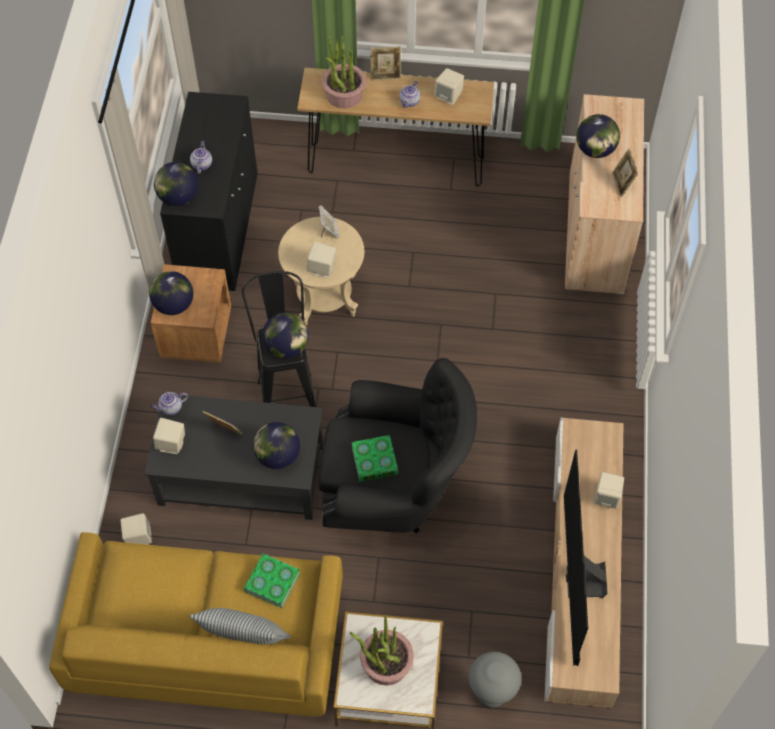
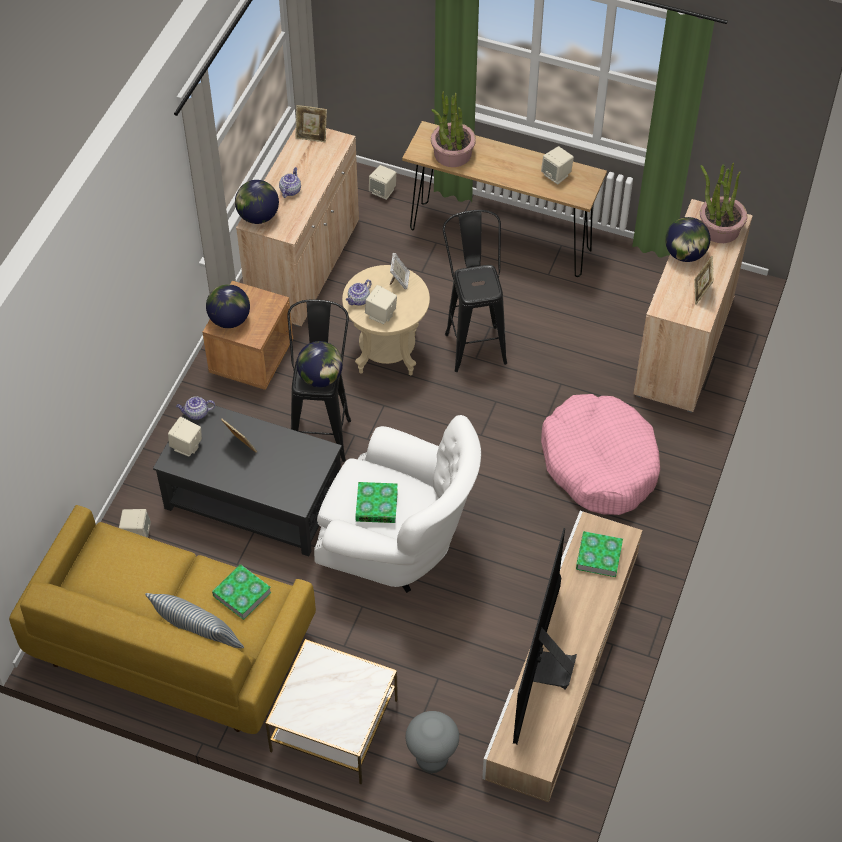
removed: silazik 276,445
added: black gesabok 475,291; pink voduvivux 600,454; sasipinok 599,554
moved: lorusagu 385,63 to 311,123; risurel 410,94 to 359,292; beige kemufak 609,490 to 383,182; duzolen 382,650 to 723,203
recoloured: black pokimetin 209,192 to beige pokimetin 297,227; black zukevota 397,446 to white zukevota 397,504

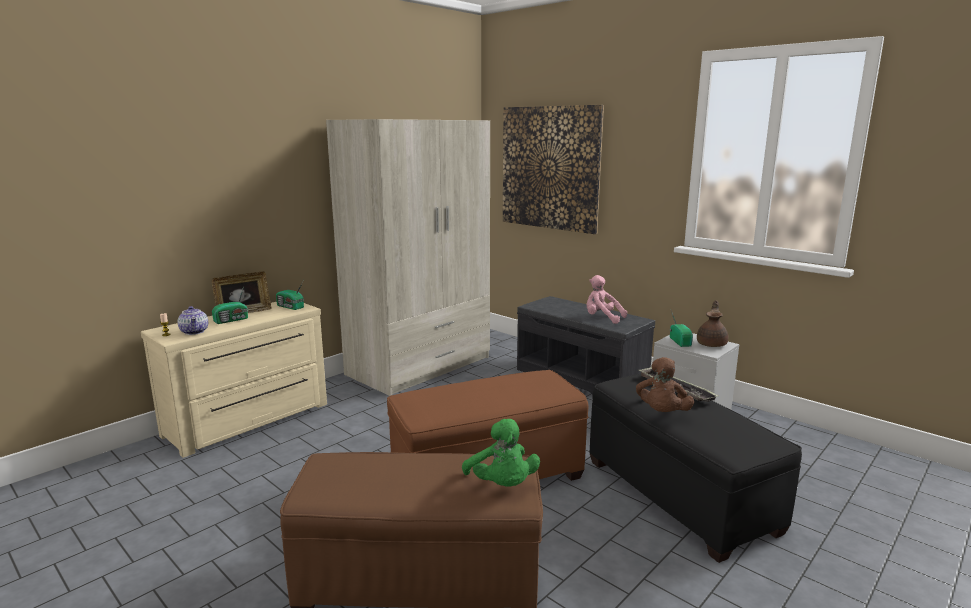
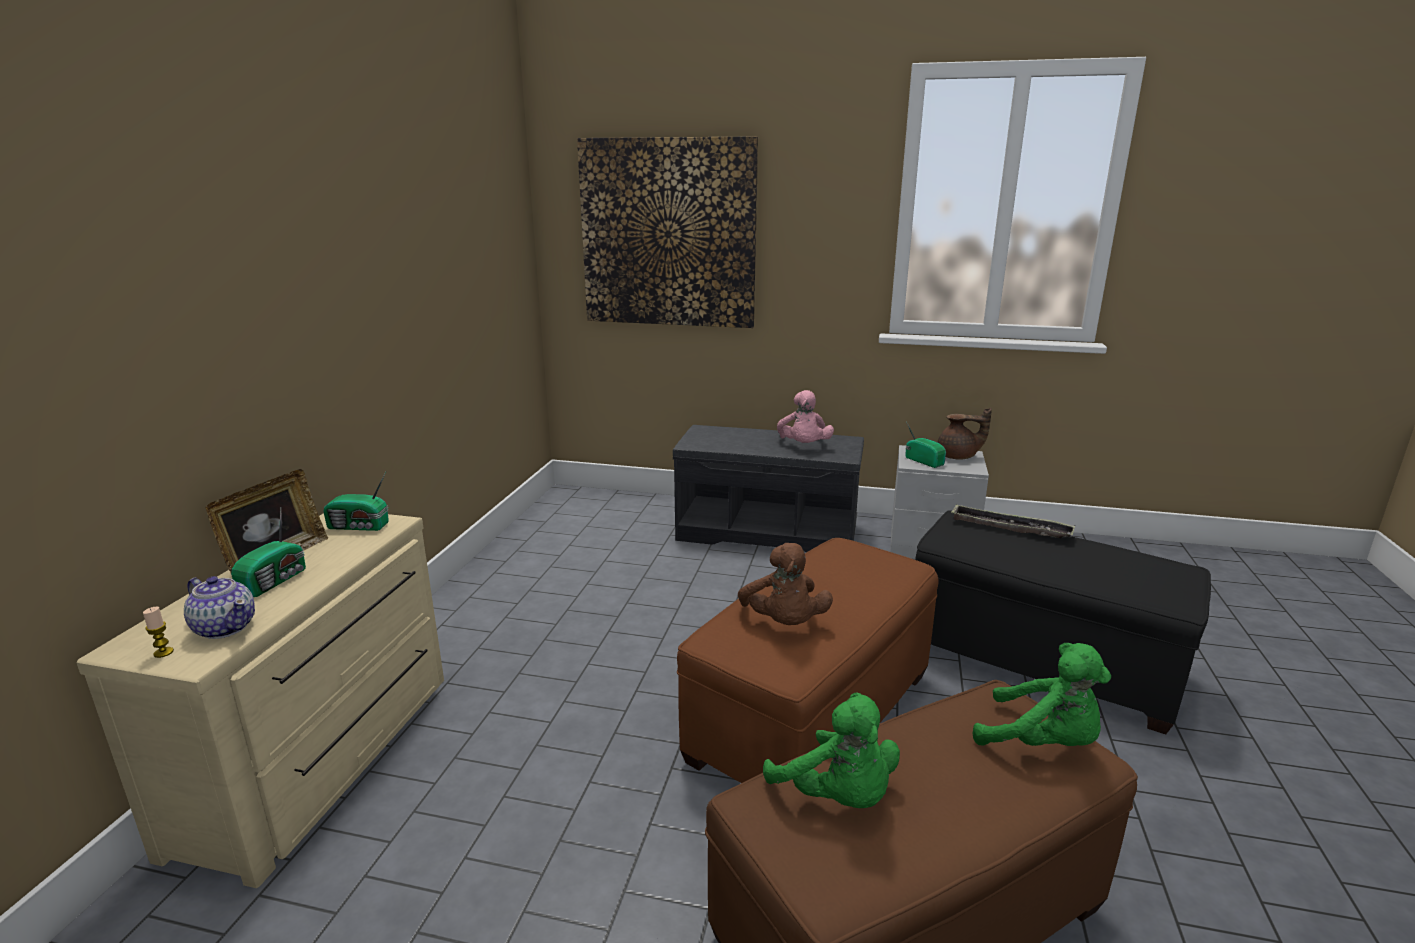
removed: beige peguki 408,257
added: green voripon 831,750
moved: brown voripon 665,384 to 785,584
turned: pink voripon 607,299 = 805,416 90 degrees counterclockwise; brown risurel 712,323 = 964,434 105 degrees clockwise

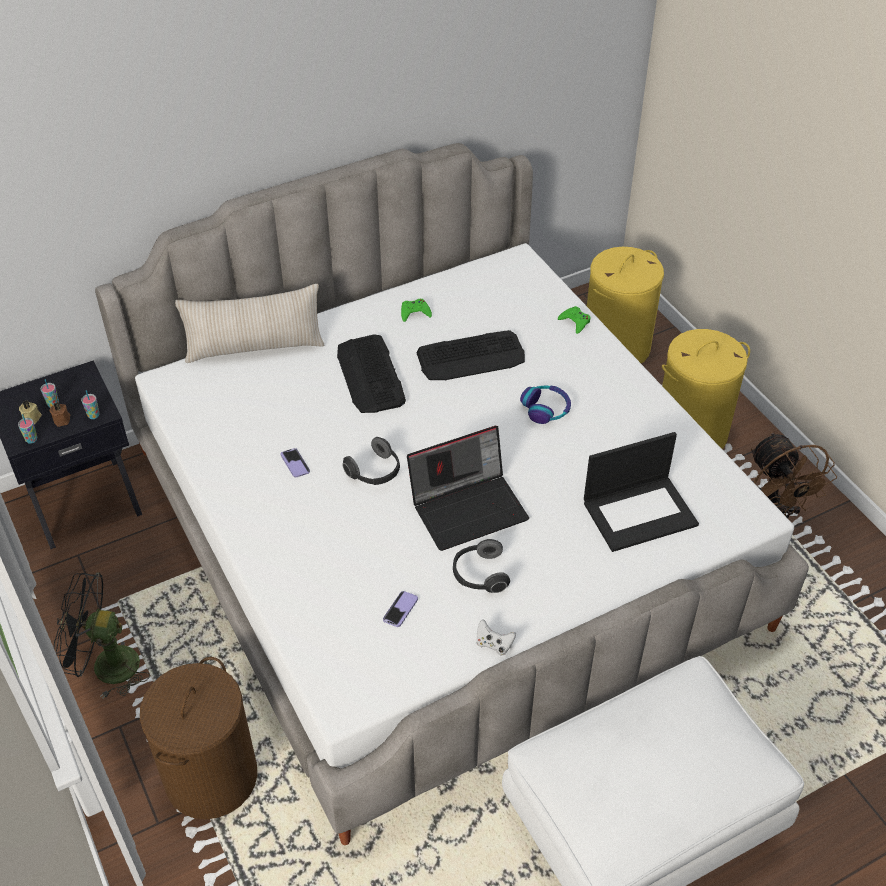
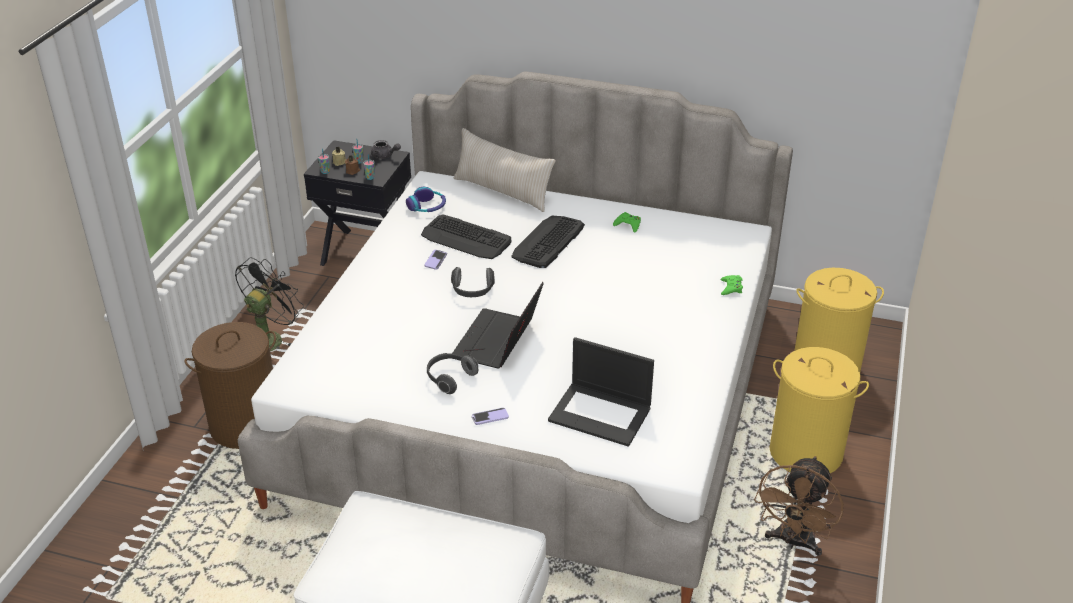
removed: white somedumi 496,637
added: grey risurel 386,149
moved: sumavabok 471,355 to 466,237; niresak 545,405 to 426,199; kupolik 400,609 to 490,416
turned: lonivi 468,488 = 498,325 90 degrees clockwise; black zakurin 102,635 = 269,304 75 degrees clockwise

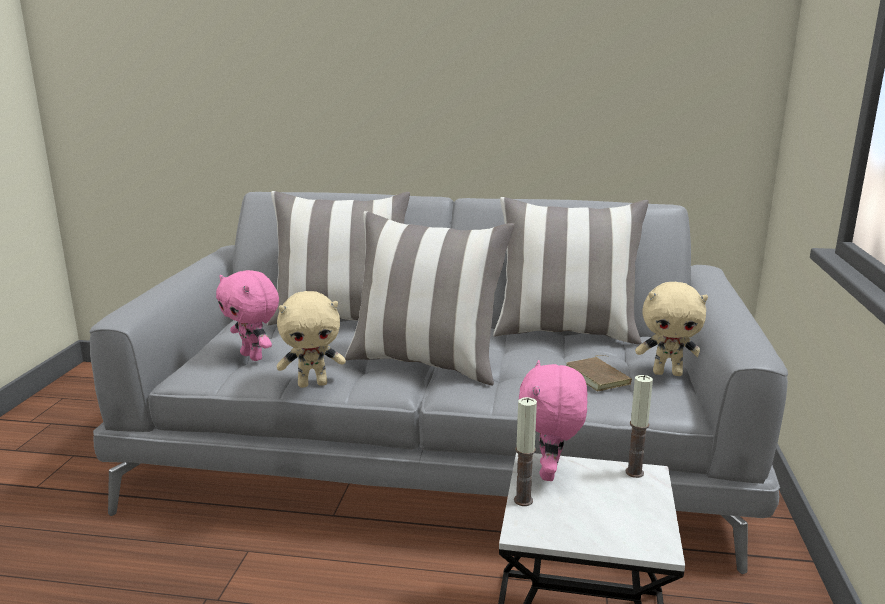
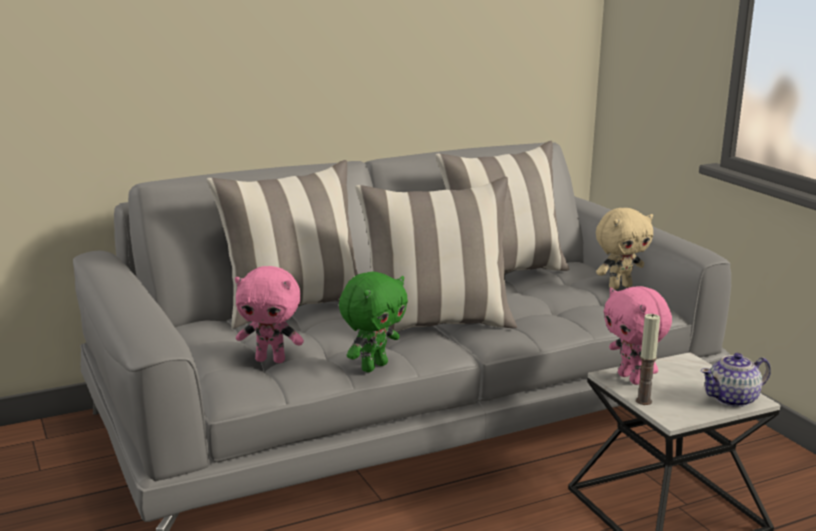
removed: brown sasipinok 599,373; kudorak 639,426
added: risurel 736,380
recoloured: beige voripon 311,339 to green voripon 373,322

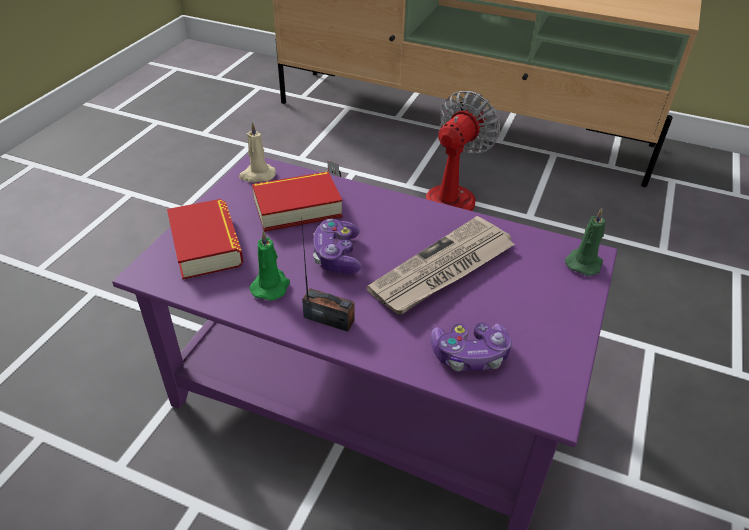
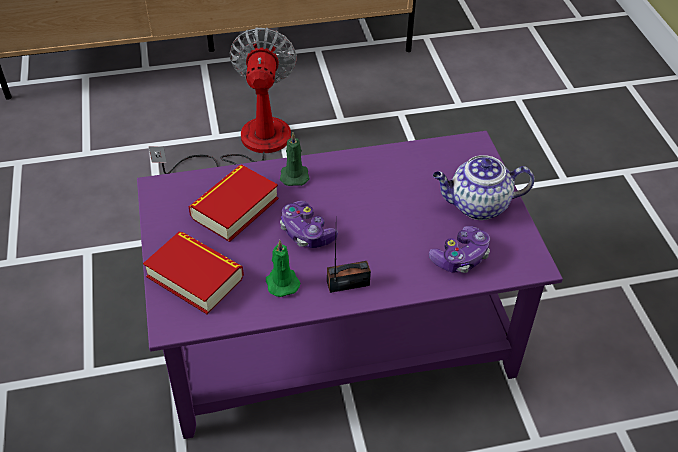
removed: beige kudorak 257,152; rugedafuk 440,265
added: risurel 483,187
moved: green kudorak 585,242 to 295,159

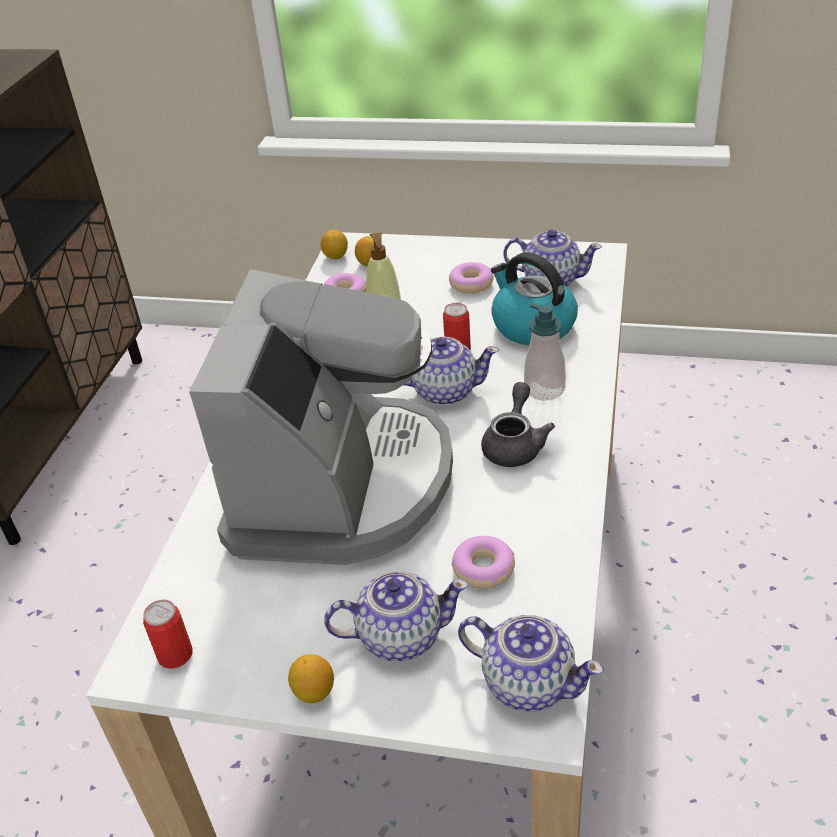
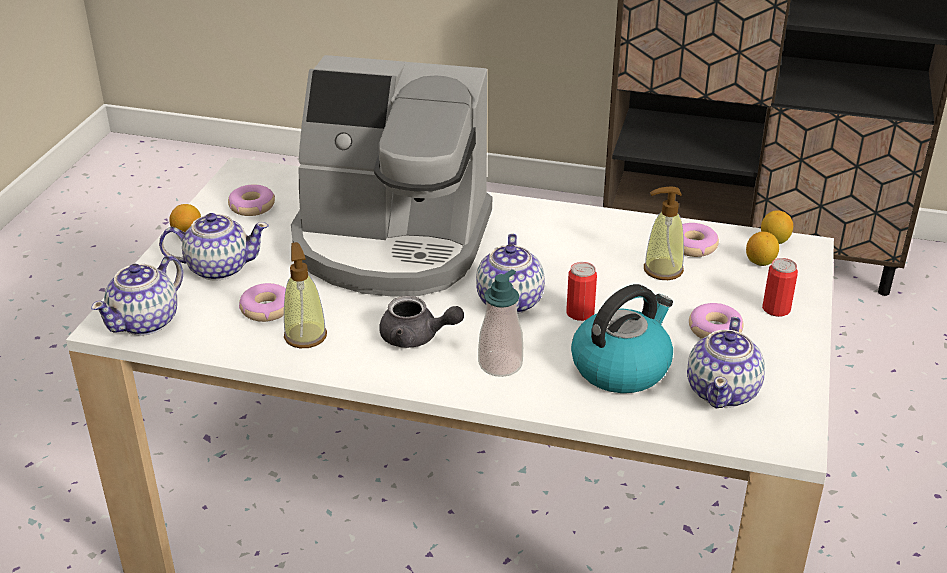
added: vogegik 251,200; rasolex 305,295
moved: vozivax 167,634 to 780,287
turned: risurel 396,616 = 214,247 90 degrees counterclockwise

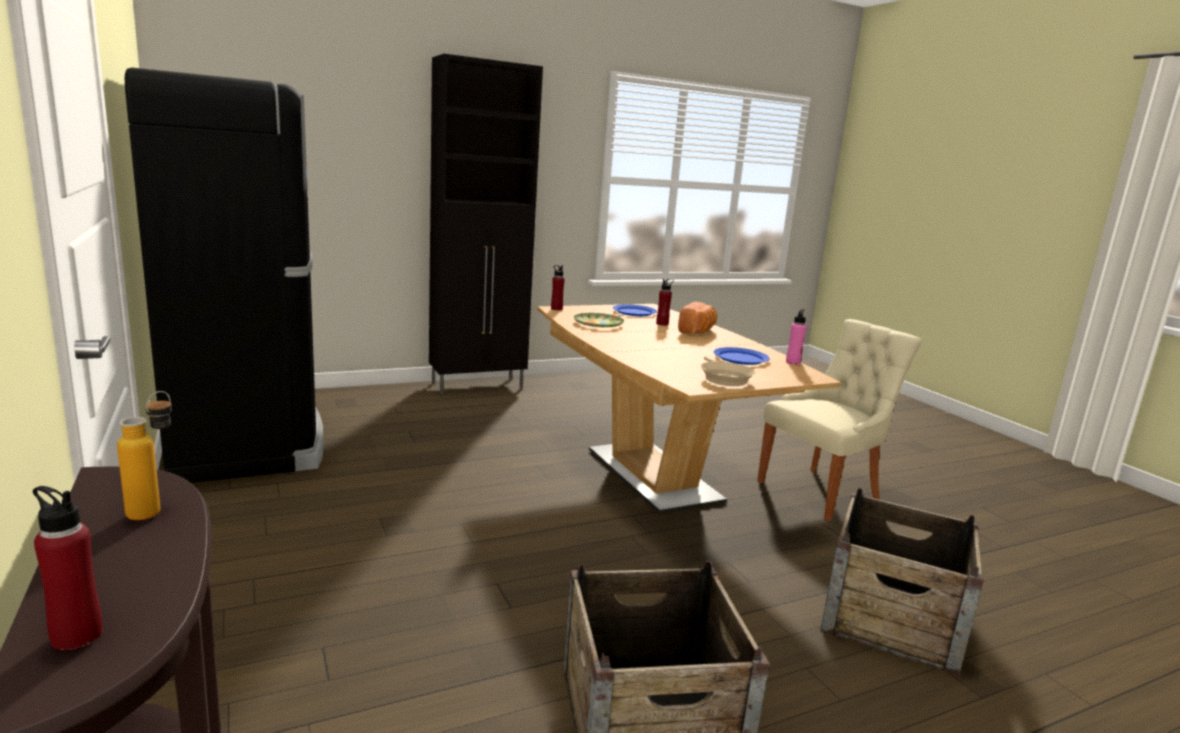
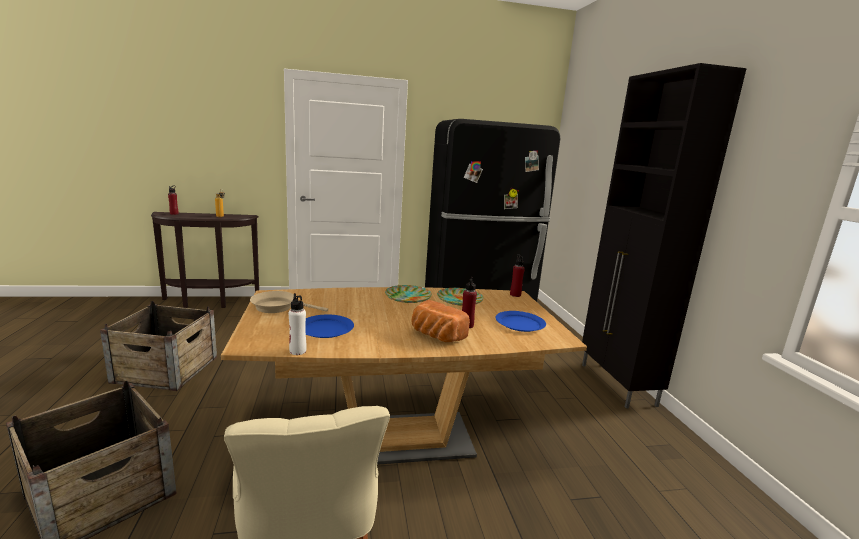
added: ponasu 408,294
recoloured: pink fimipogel 796,337 to white fimipogel 298,324

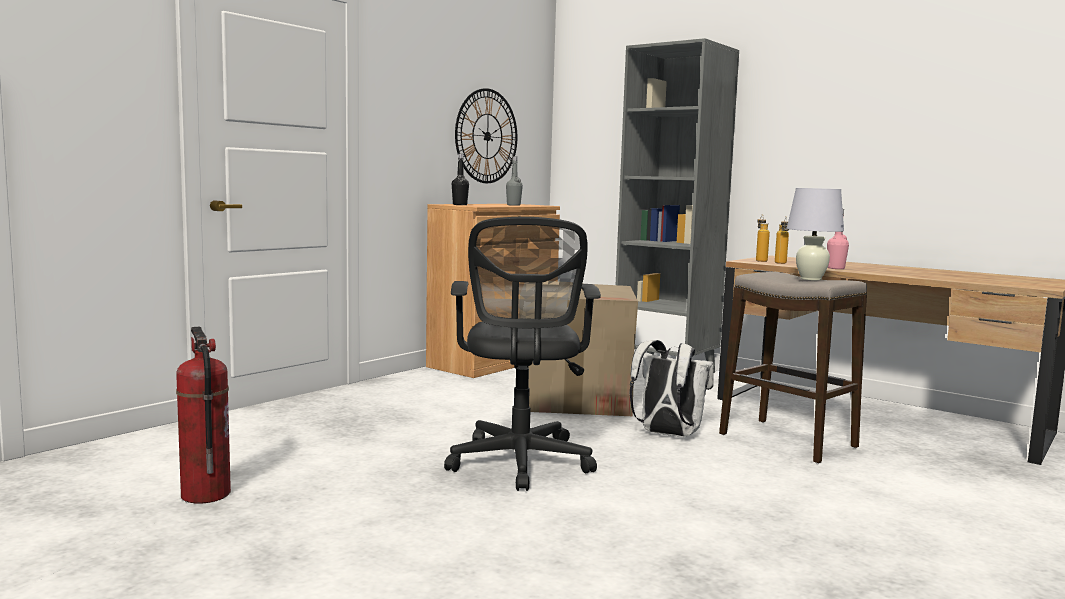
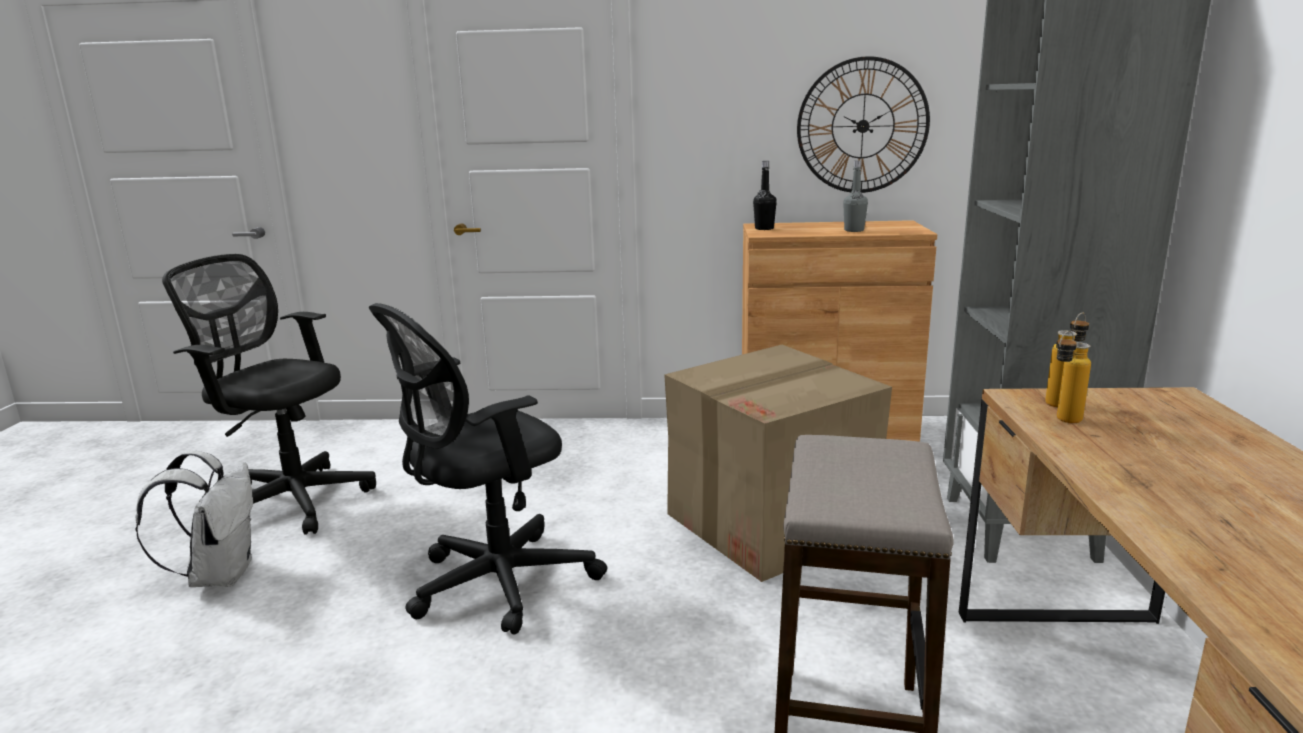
removed: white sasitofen 815,234; pink fimipogel 838,239
moved: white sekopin 672,388 to 194,519
replaced: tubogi 203,415 to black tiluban 269,394

